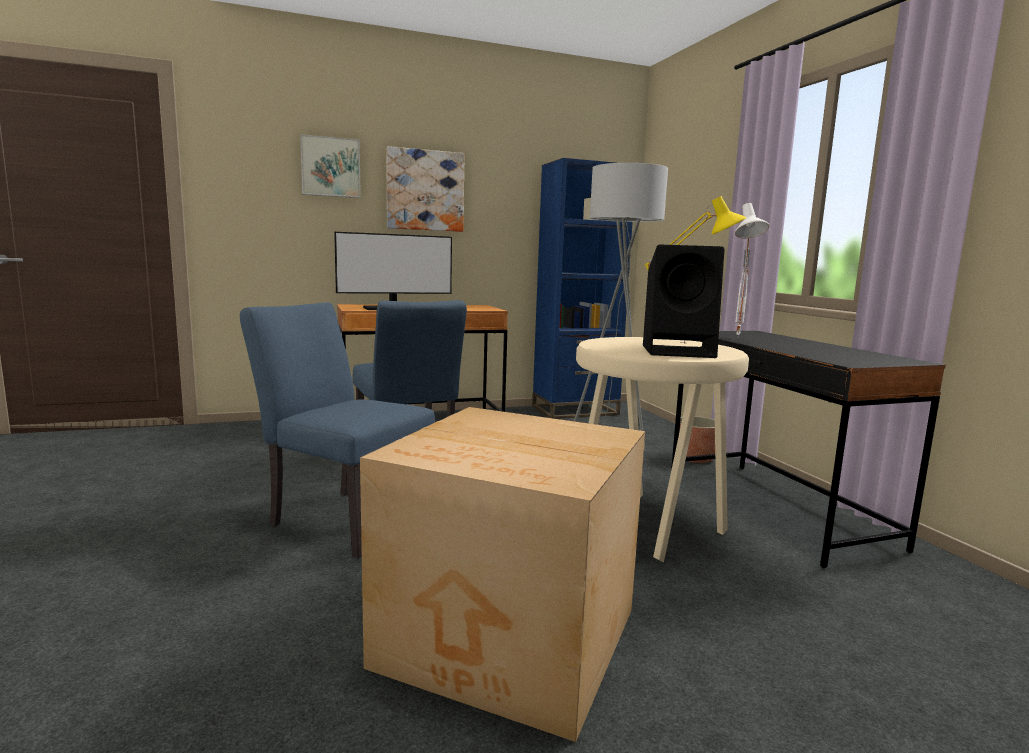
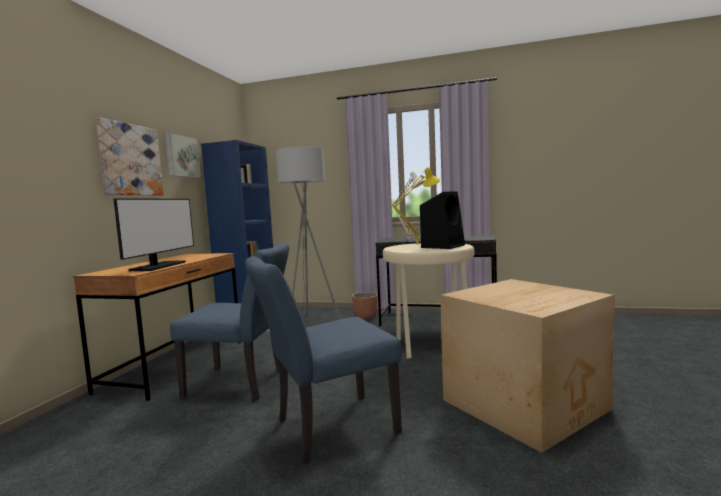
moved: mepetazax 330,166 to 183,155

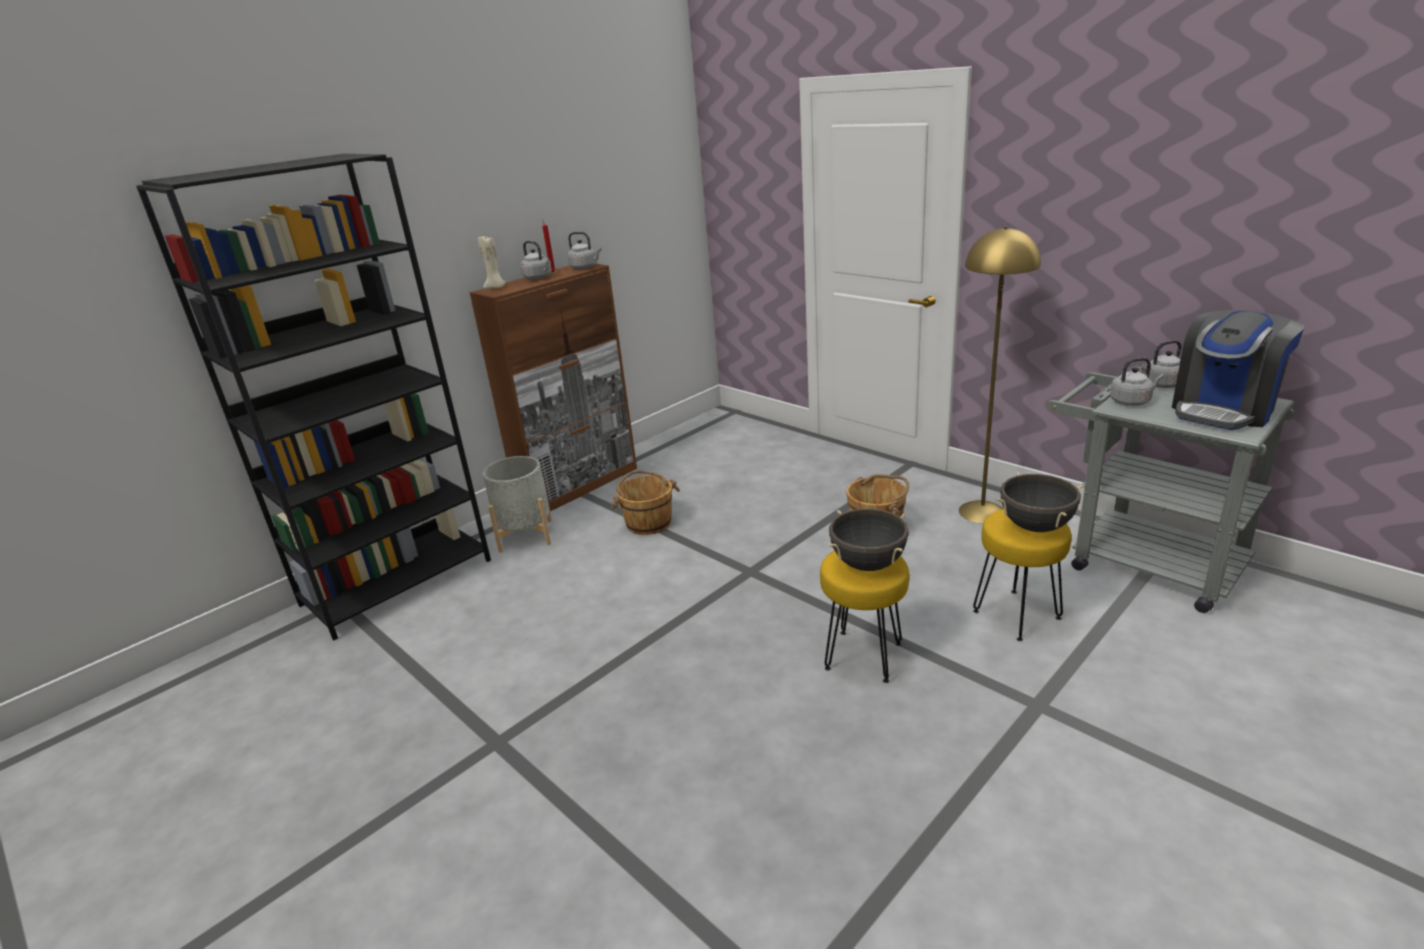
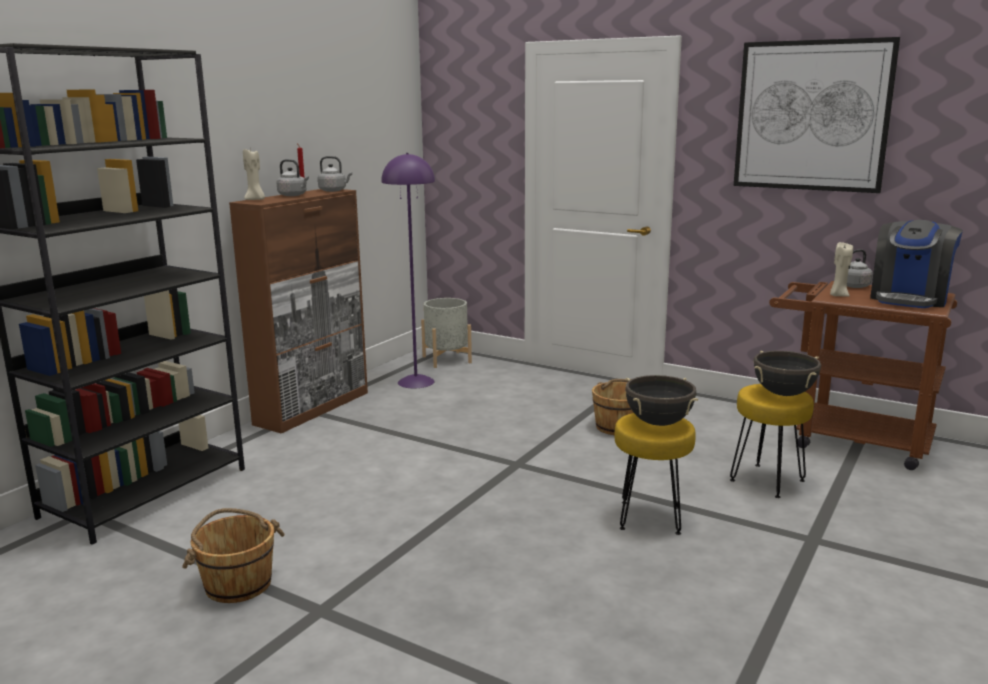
removed: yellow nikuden 1000,375
added: mepetazax 817,115; purple nikuden 408,270
moved: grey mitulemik 517,504 to 446,333; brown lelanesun 645,502 to 233,555
replaced: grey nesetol 1137,382 to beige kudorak 841,269
recoloured: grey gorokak 1170,492 to brown gorokak 863,375

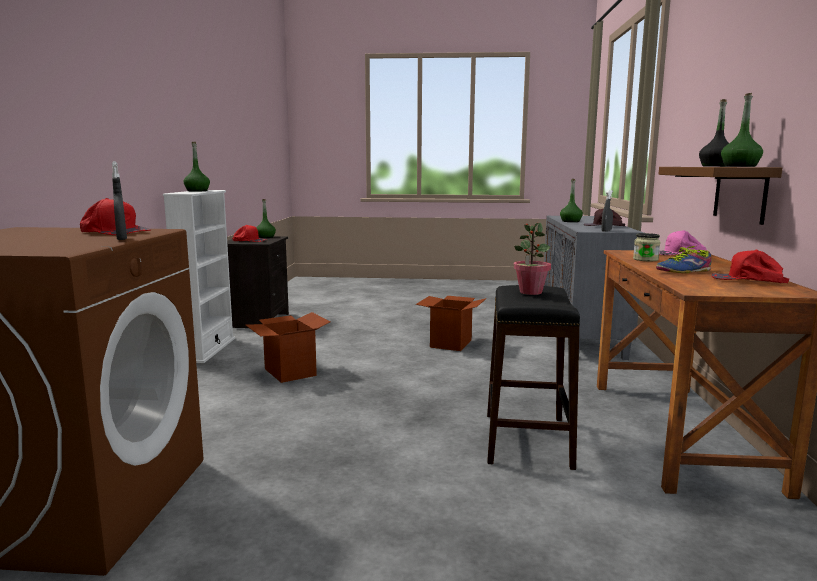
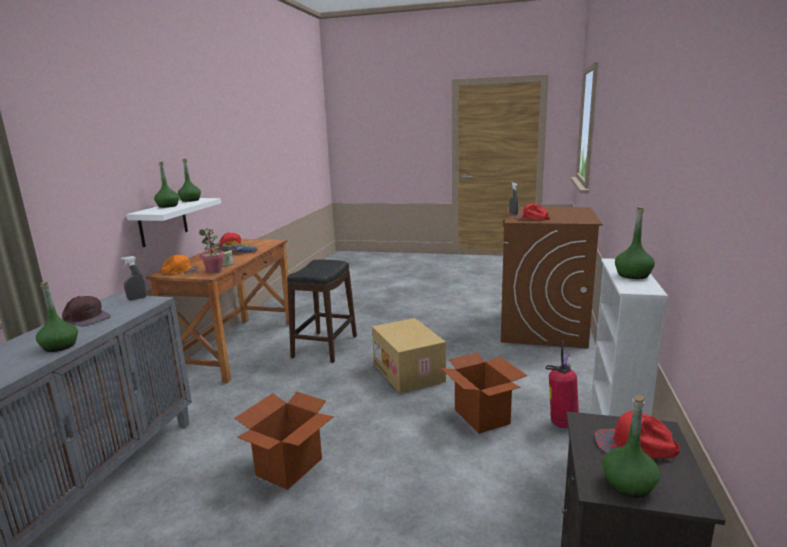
added: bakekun 409,356; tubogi 562,384
moved: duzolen 532,259 to 211,250
recoloured: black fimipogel 714,133 to green fimipogel 166,185; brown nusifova 720,196 to white nusifova 174,222; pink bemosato 683,242 to orange bemosato 180,265

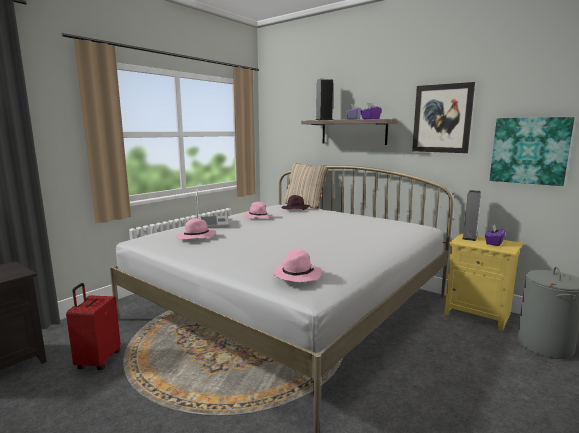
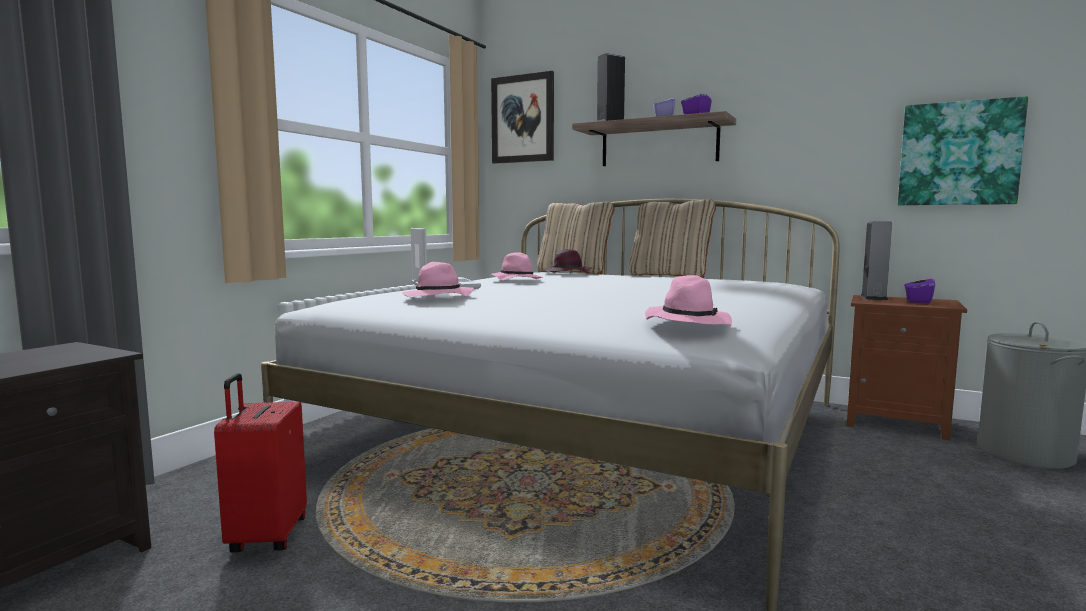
added: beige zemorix 672,238
moved: mepetazax 443,117 to 522,117
recoloured: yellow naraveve 483,282 to brown naraveve 907,367

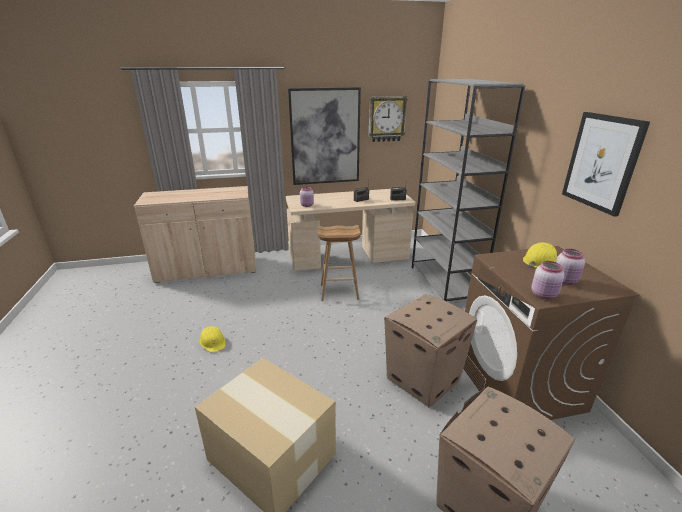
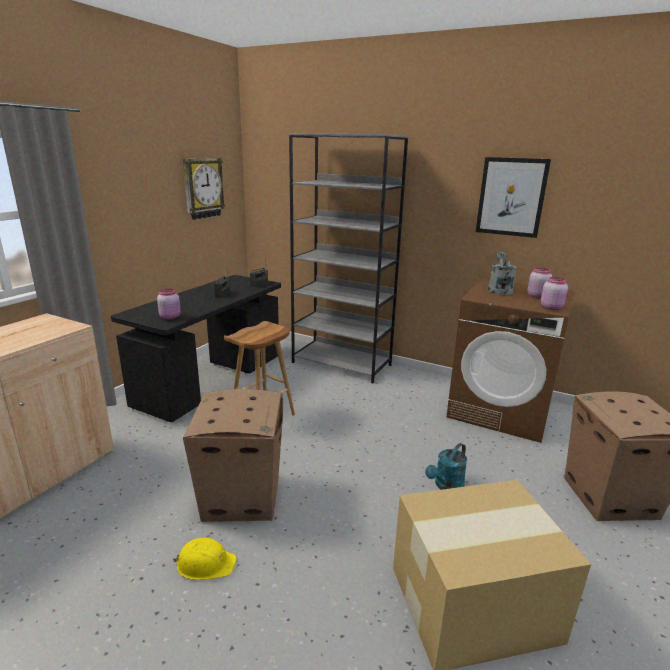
removed: mepetazax 324,136
added: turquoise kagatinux 446,466
moved: bakekun 430,350 to 233,455
replaced: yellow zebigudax 540,255 to grey kagatinux 502,273
recoloured: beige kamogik 350,229 to black kamogik 196,348

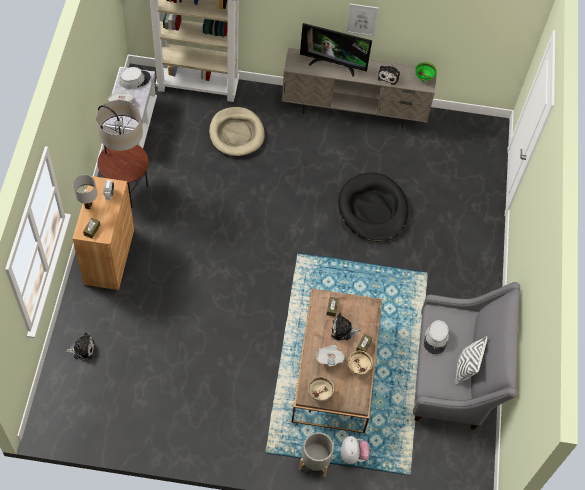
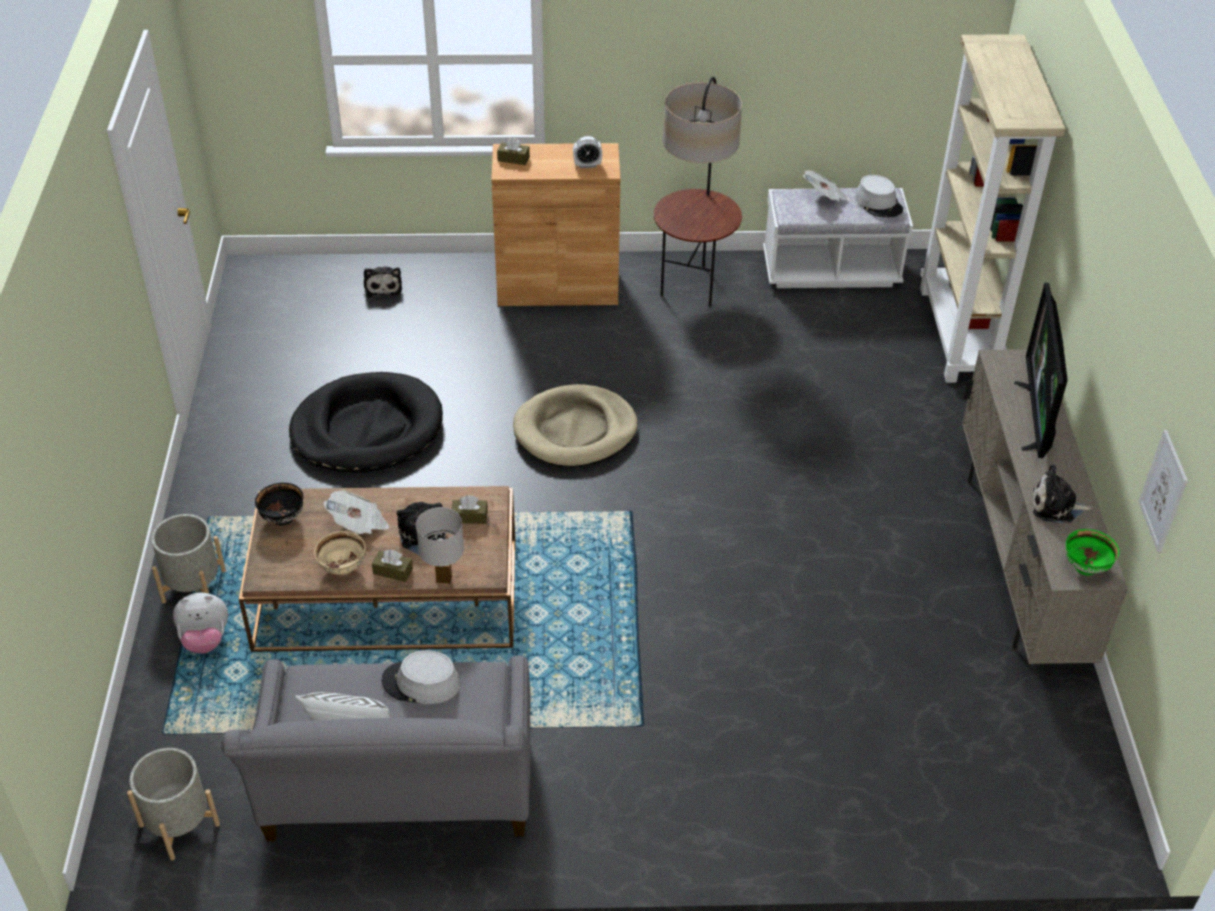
added: grey mitulemik 173,804
moved: mepetazax 362,20 to 1163,491; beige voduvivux 237,132 to 575,425; black voduvivux 373,207 to 366,422; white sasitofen 85,192 to 440,545
recoloured: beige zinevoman 321,389 to black zinevoman 279,504

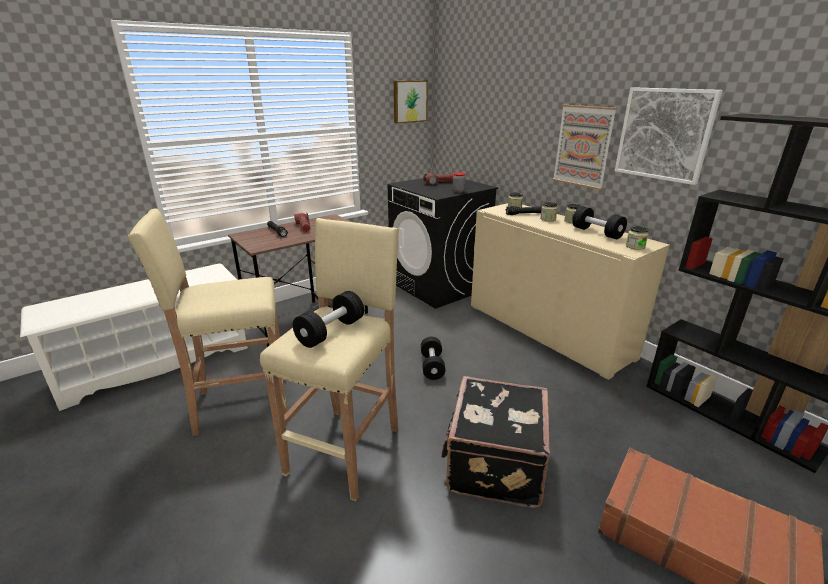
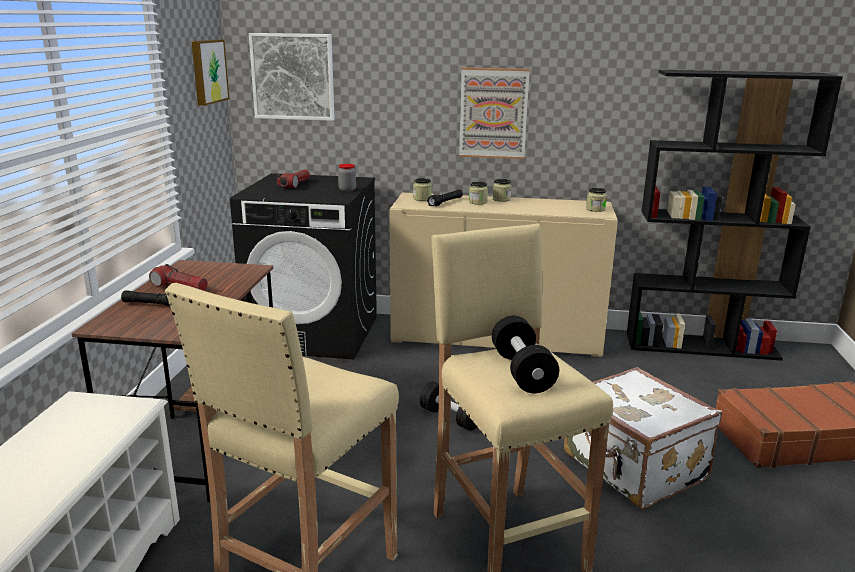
removed: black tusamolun 599,222
moved: mepetazax 669,136 to 292,77
recoloured: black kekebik 495,442 to white kekebik 643,438

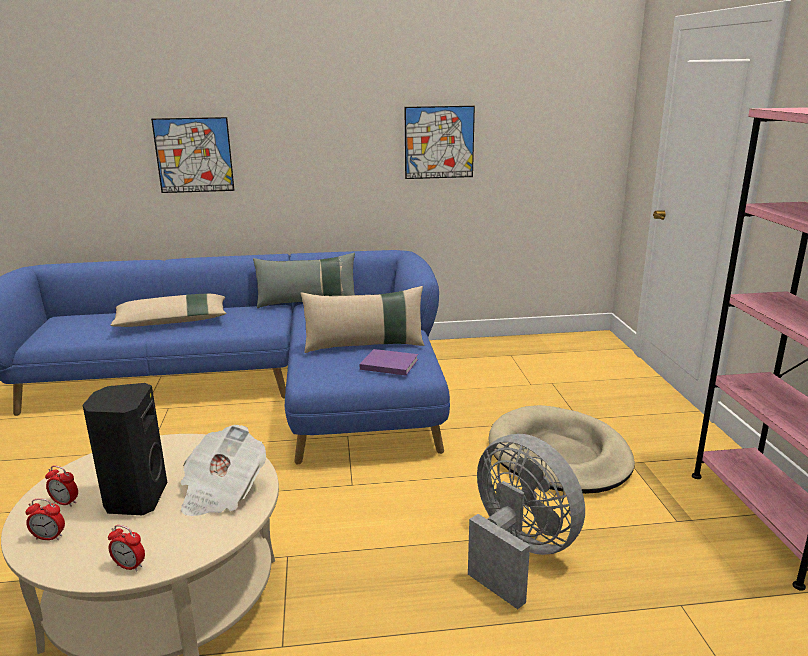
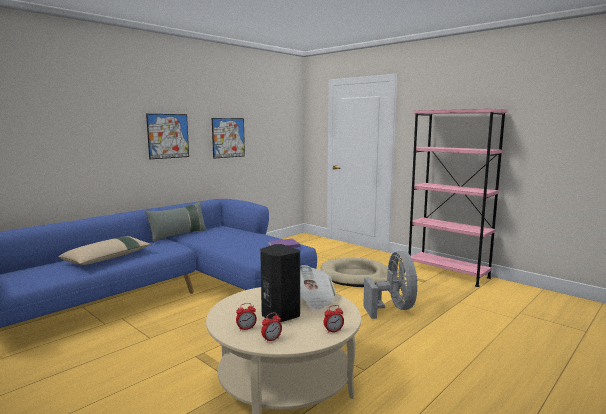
removed: beige zemorix 362,319
moved: mepetazax 193,155 to 167,136
turned: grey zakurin 526,521 = 390,285 75 degrees clockwise

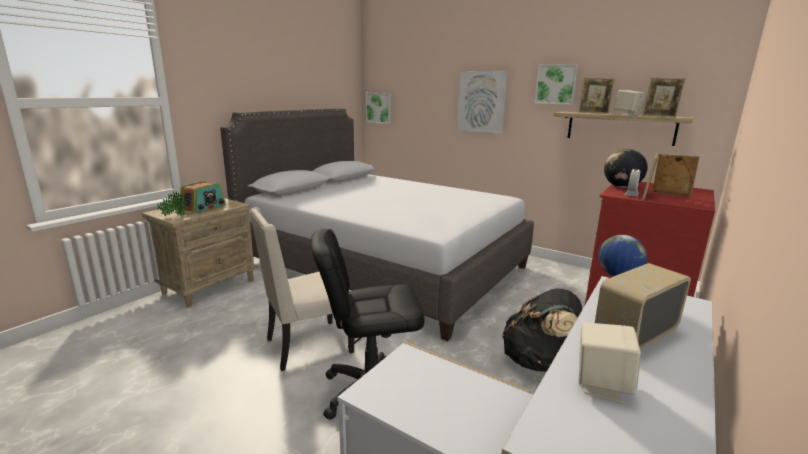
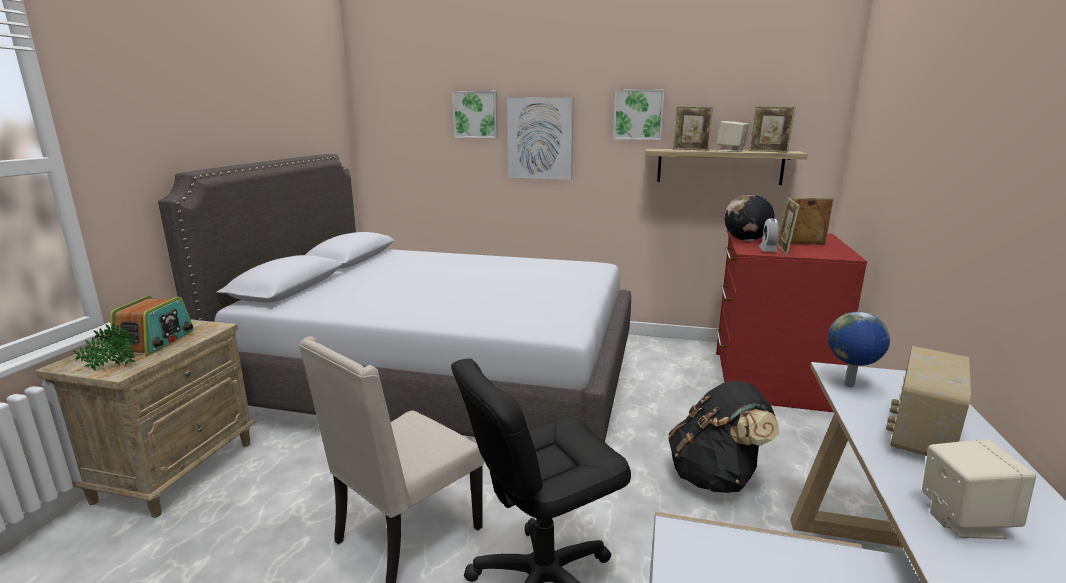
moved: mepetazax 378,108 to 475,114

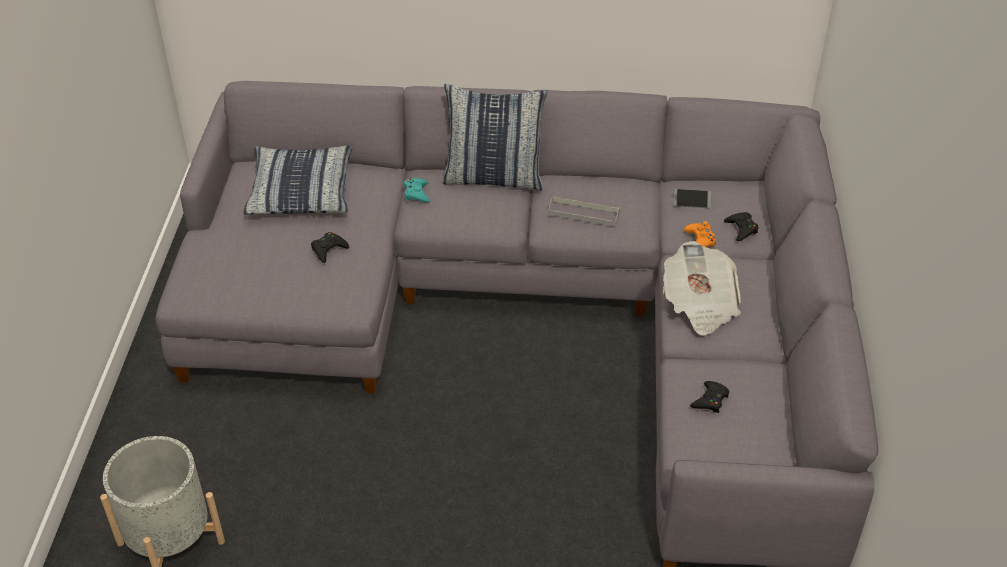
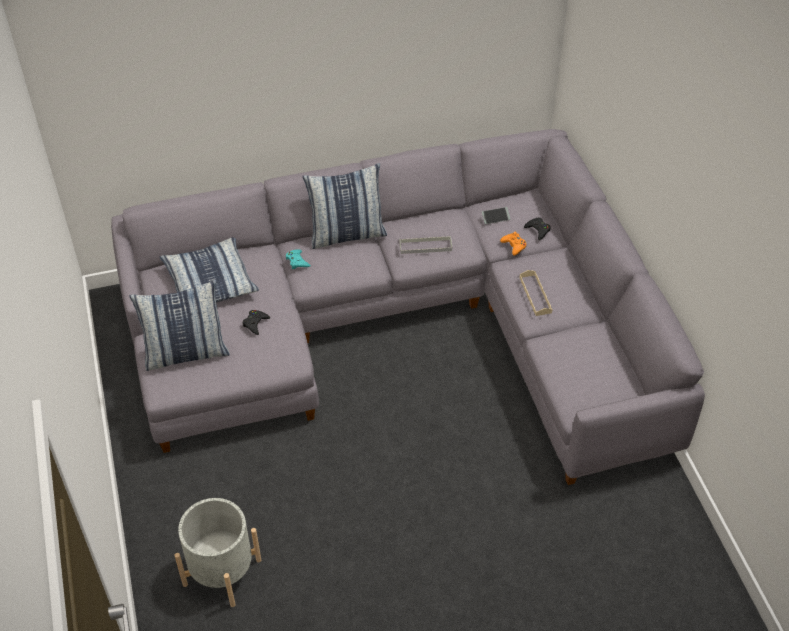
removed: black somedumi 709,397
added: zemorix 179,325
replaced: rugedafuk 702,288 to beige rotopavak 536,293

